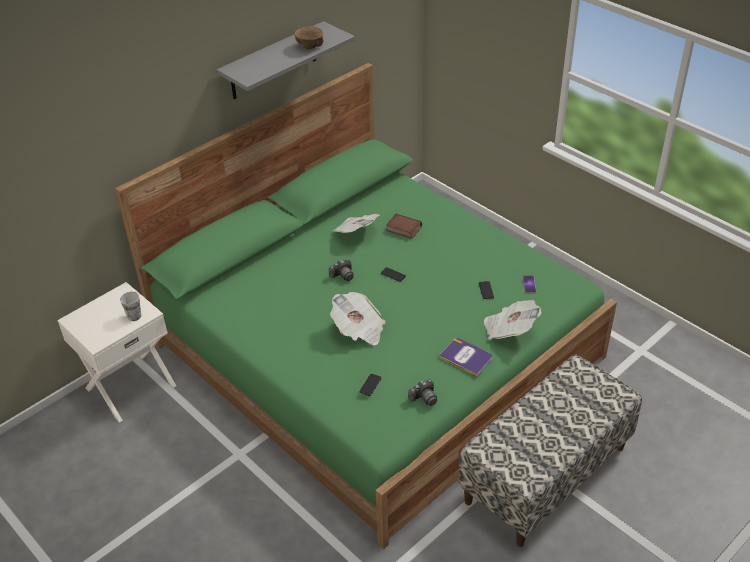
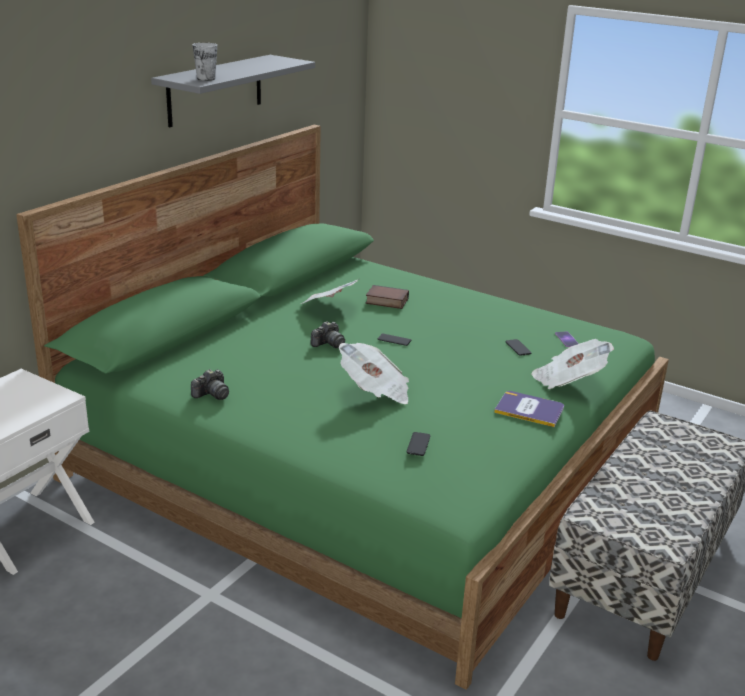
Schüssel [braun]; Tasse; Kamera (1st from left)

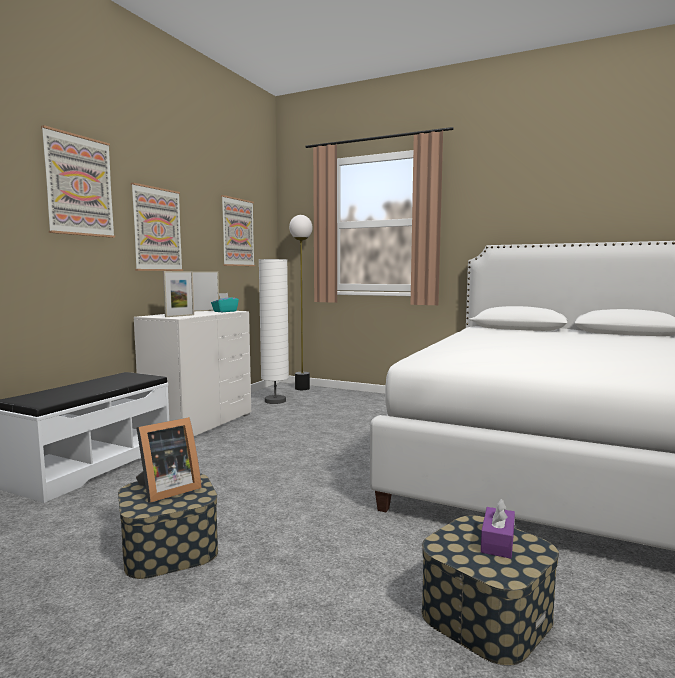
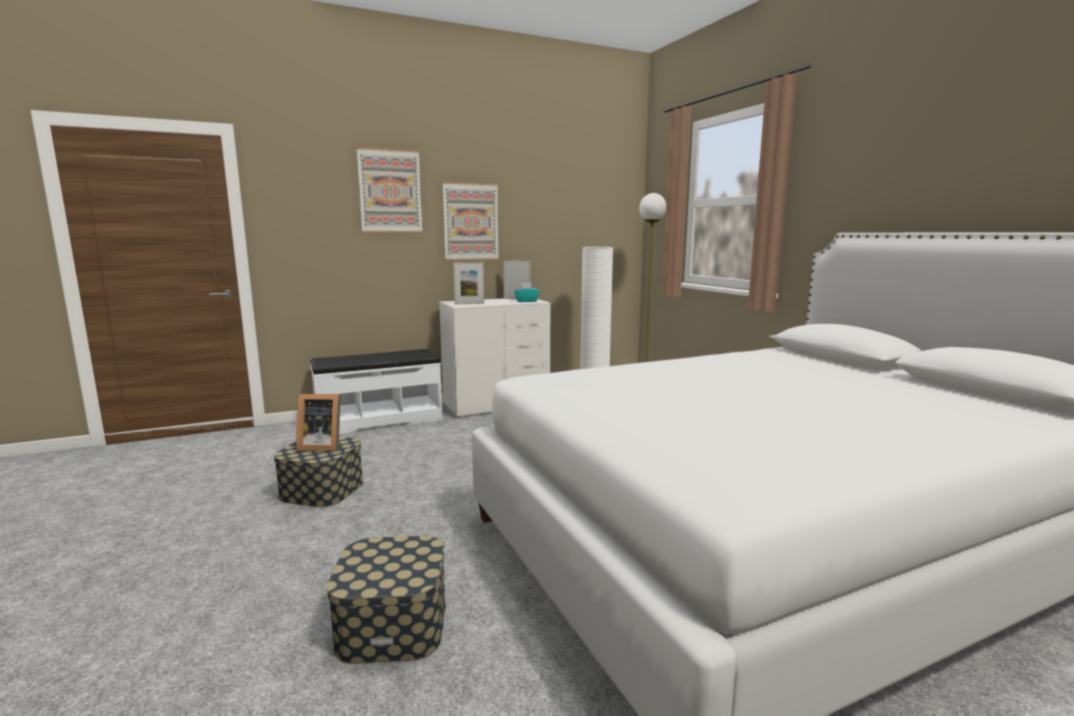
Bild (3rd from left in the first image); Taschentuchbox [lila]

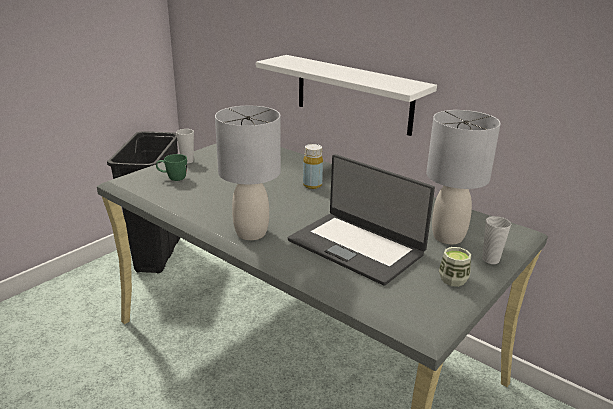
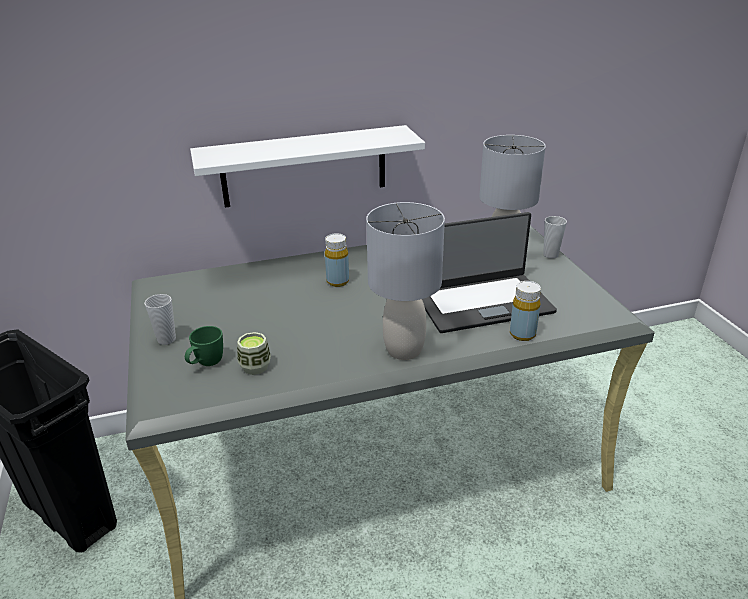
Tasse (2nd from left); Flasche [gelb] (2nd from left)

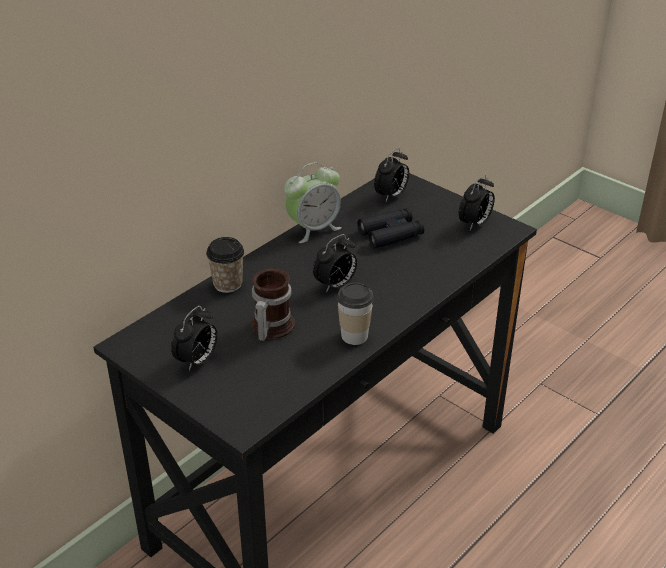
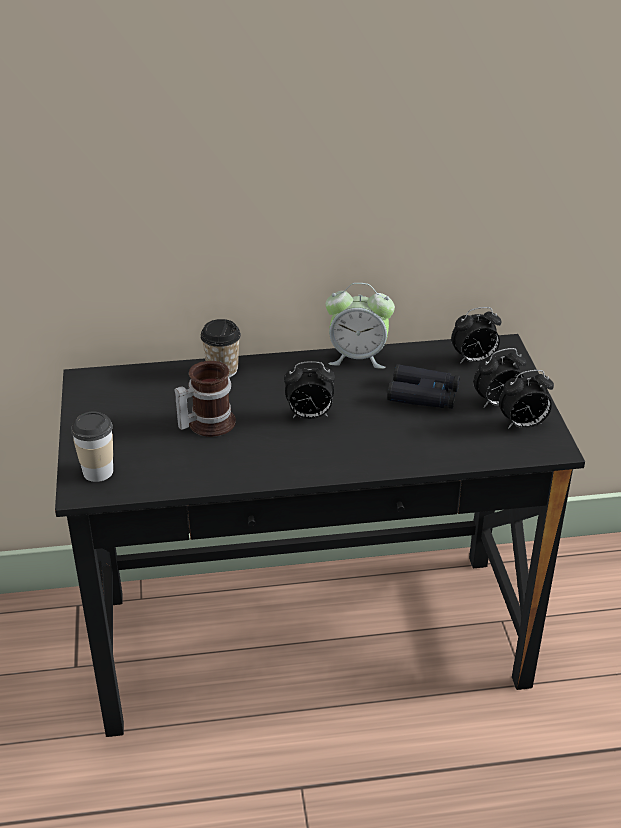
Tasse (1st from left); Wecker (4th from left)

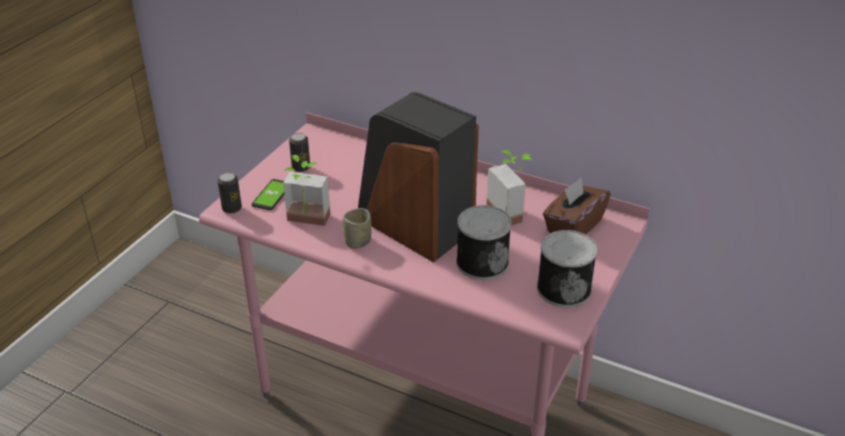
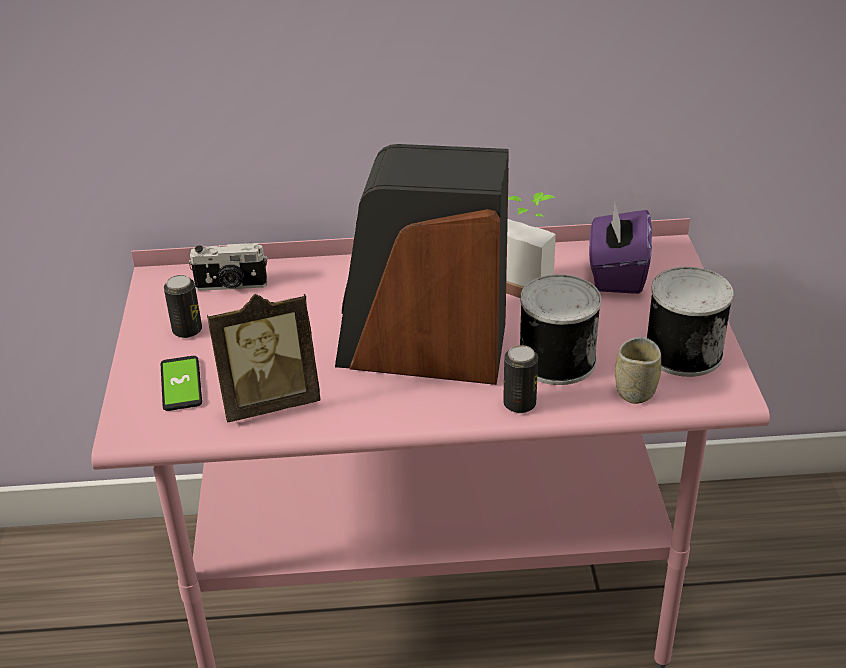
Bilderrahmen; Dose (2nd from left); Taschentuchbox [lila]; Tasse; Kamera

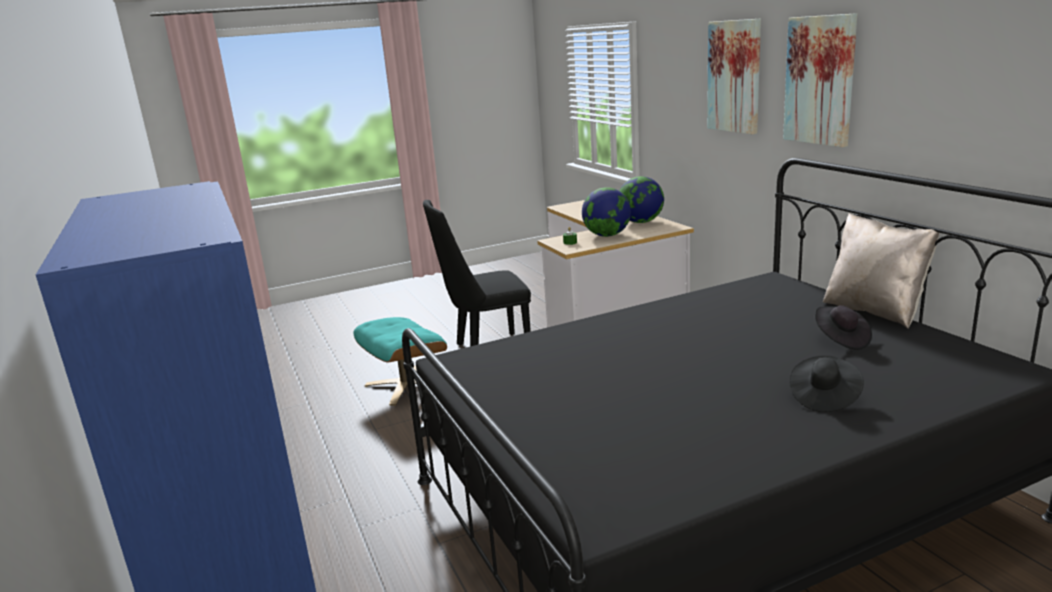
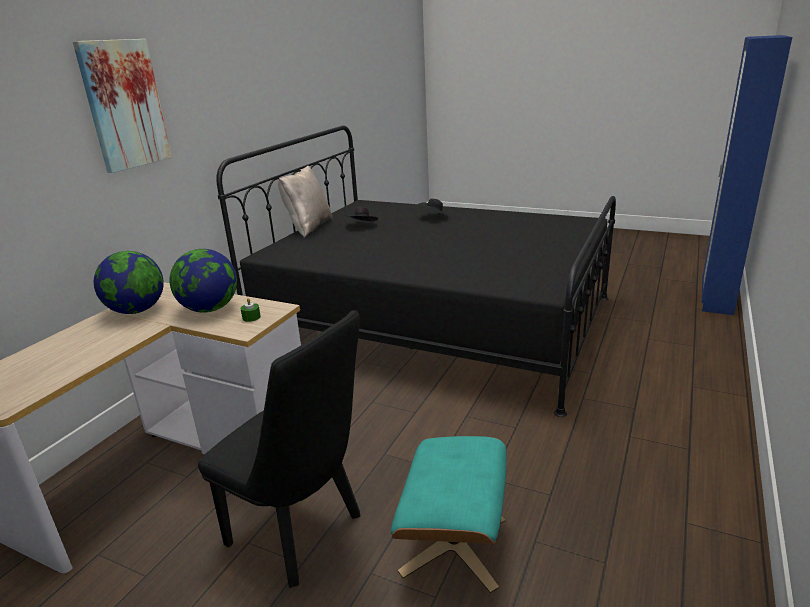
Bild (2nd from left in the first image)

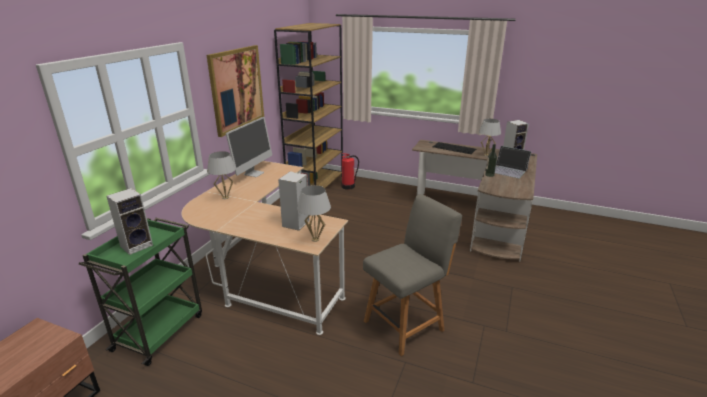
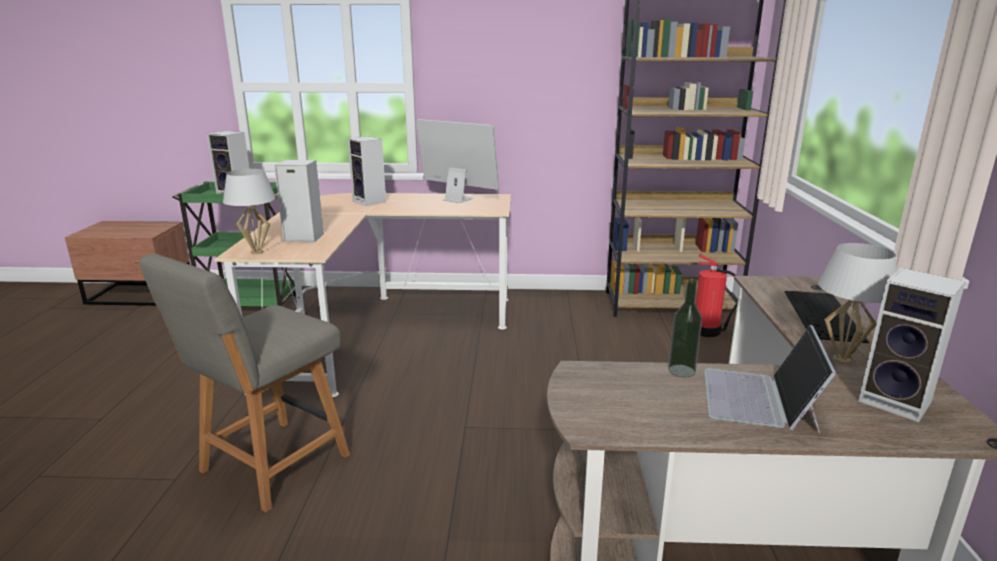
Bild; Monitor; Lautsprecher (3rd from left); Stuhl [grau]

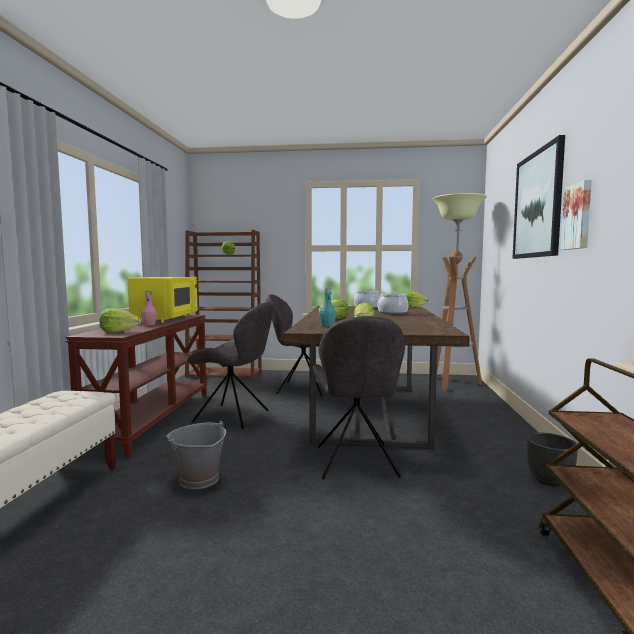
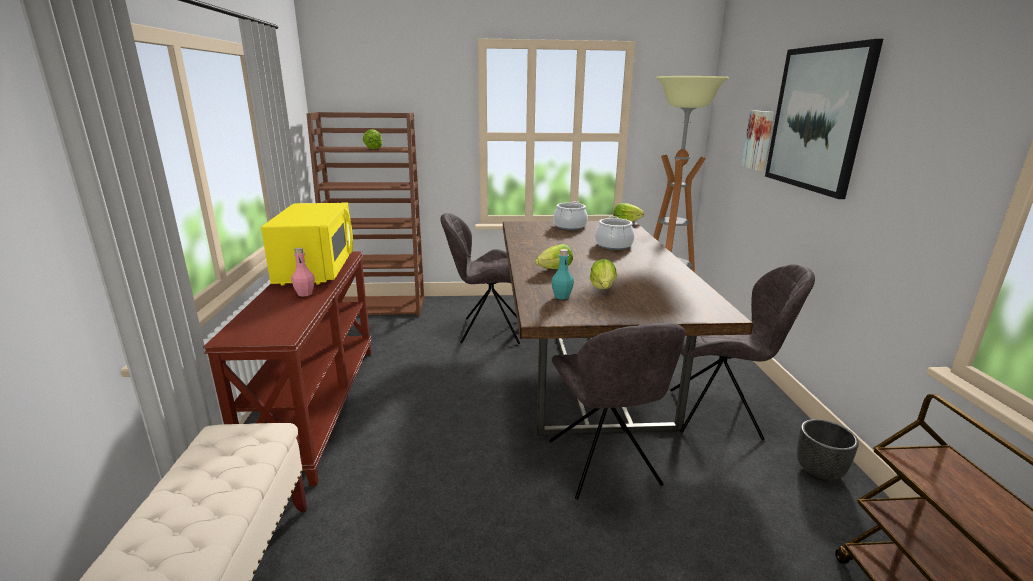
Bild (1st from left); Stuhl [grau] (3rd from left); Salatkopf (1st from left in the first image); Eimer [grau]

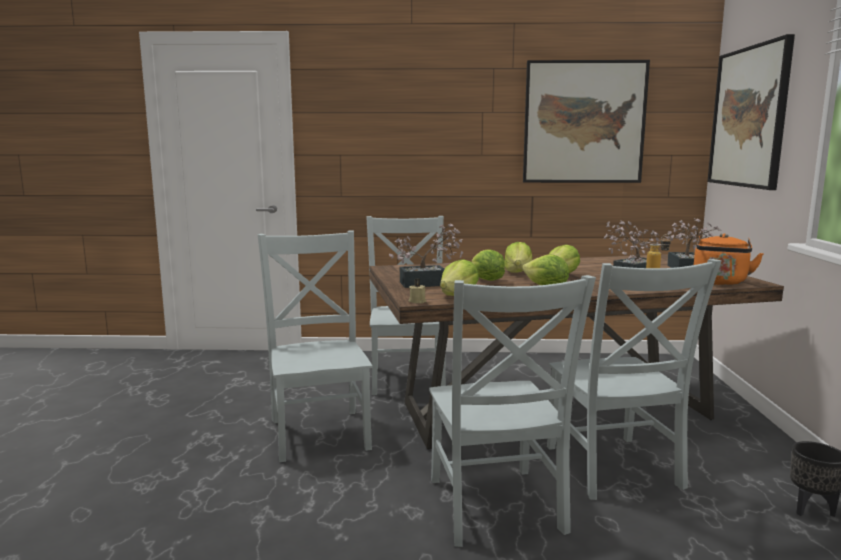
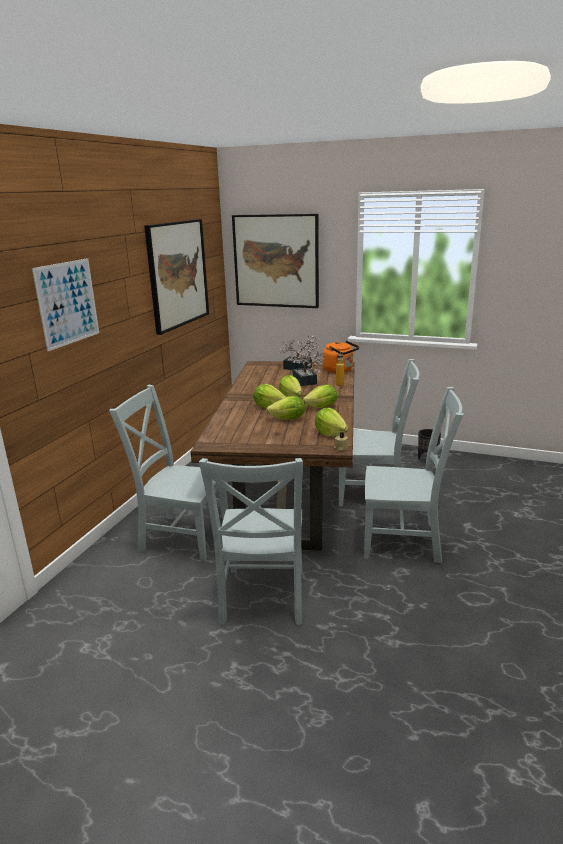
Topfpflanze (1st from left in the first image); Stuhl [grau] (2nd from left); Bild (1st from left)

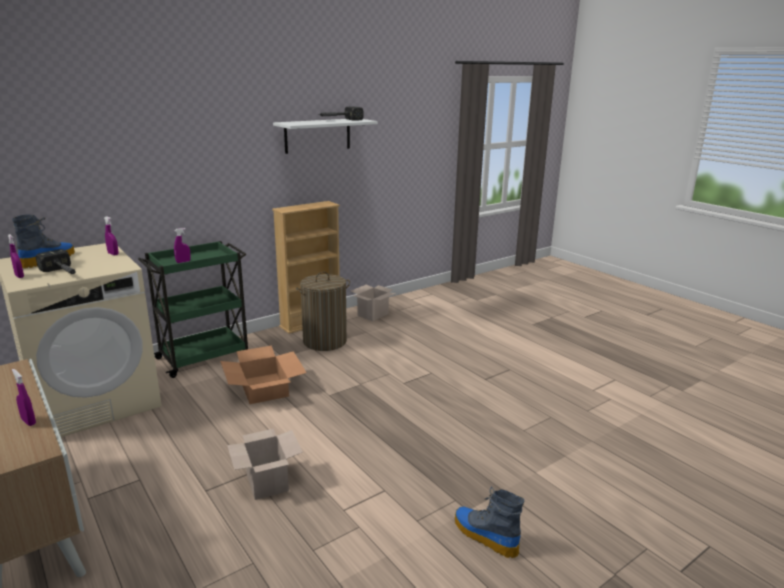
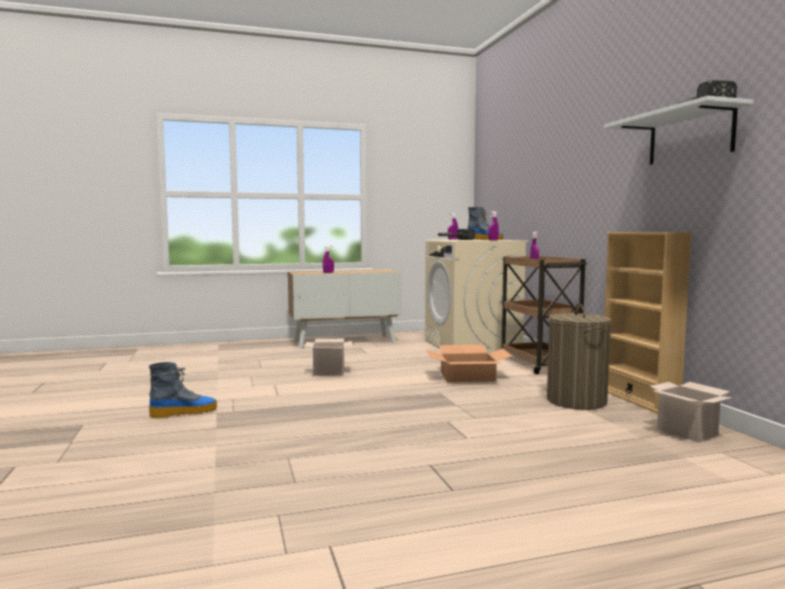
Rollwagen [braun]

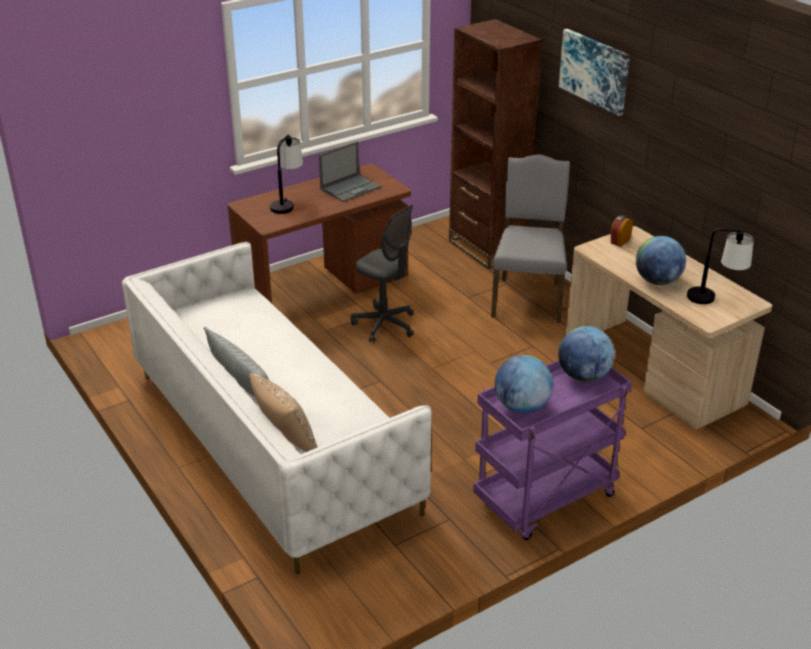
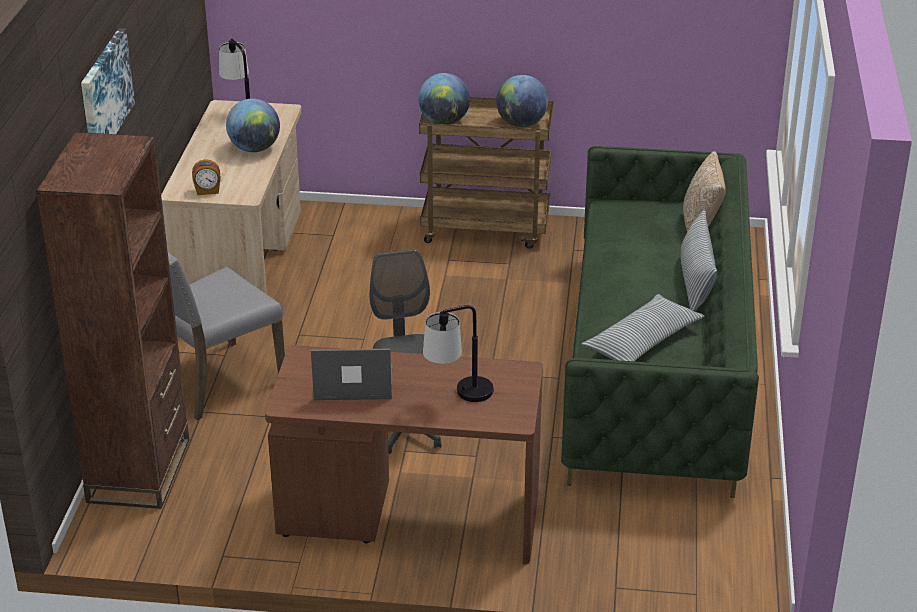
Sofa [grün]; Rollwagen [braun]; Kissen (1st from left)

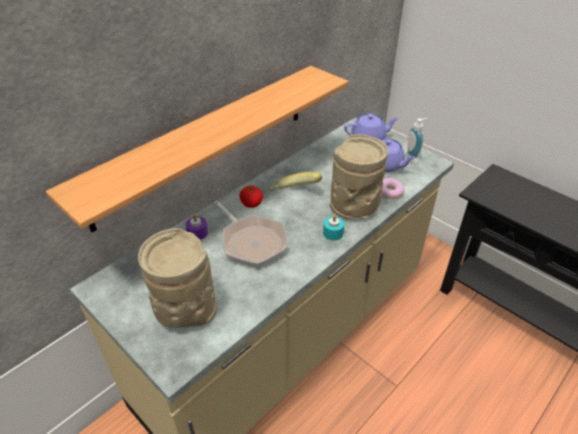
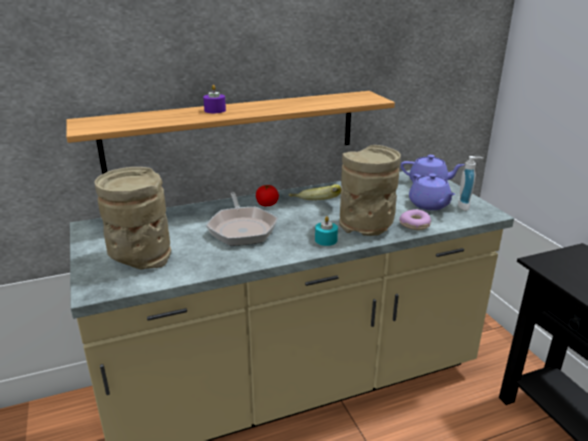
Kerze [lila]

